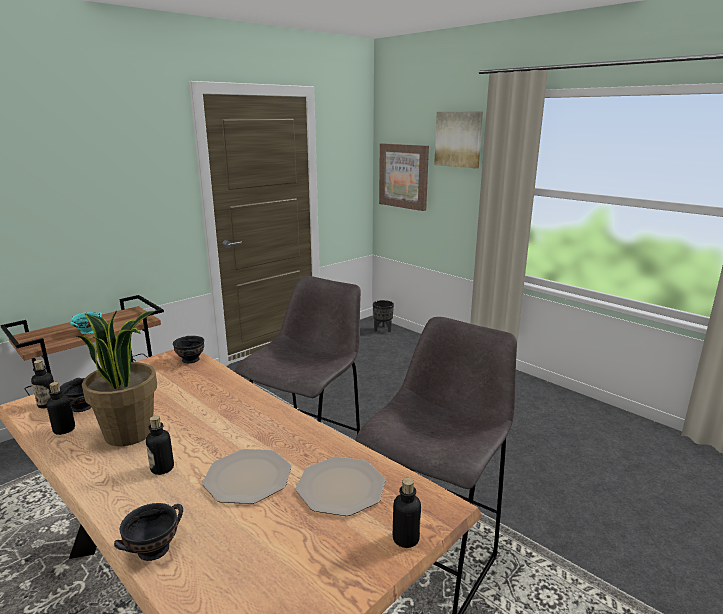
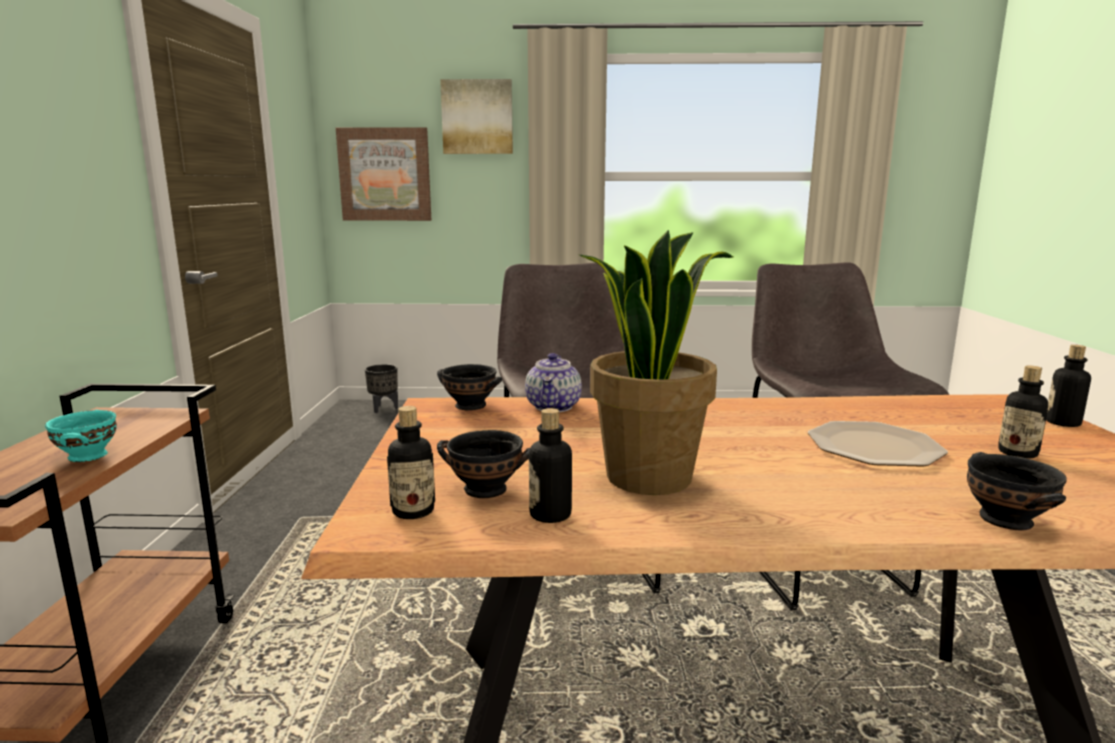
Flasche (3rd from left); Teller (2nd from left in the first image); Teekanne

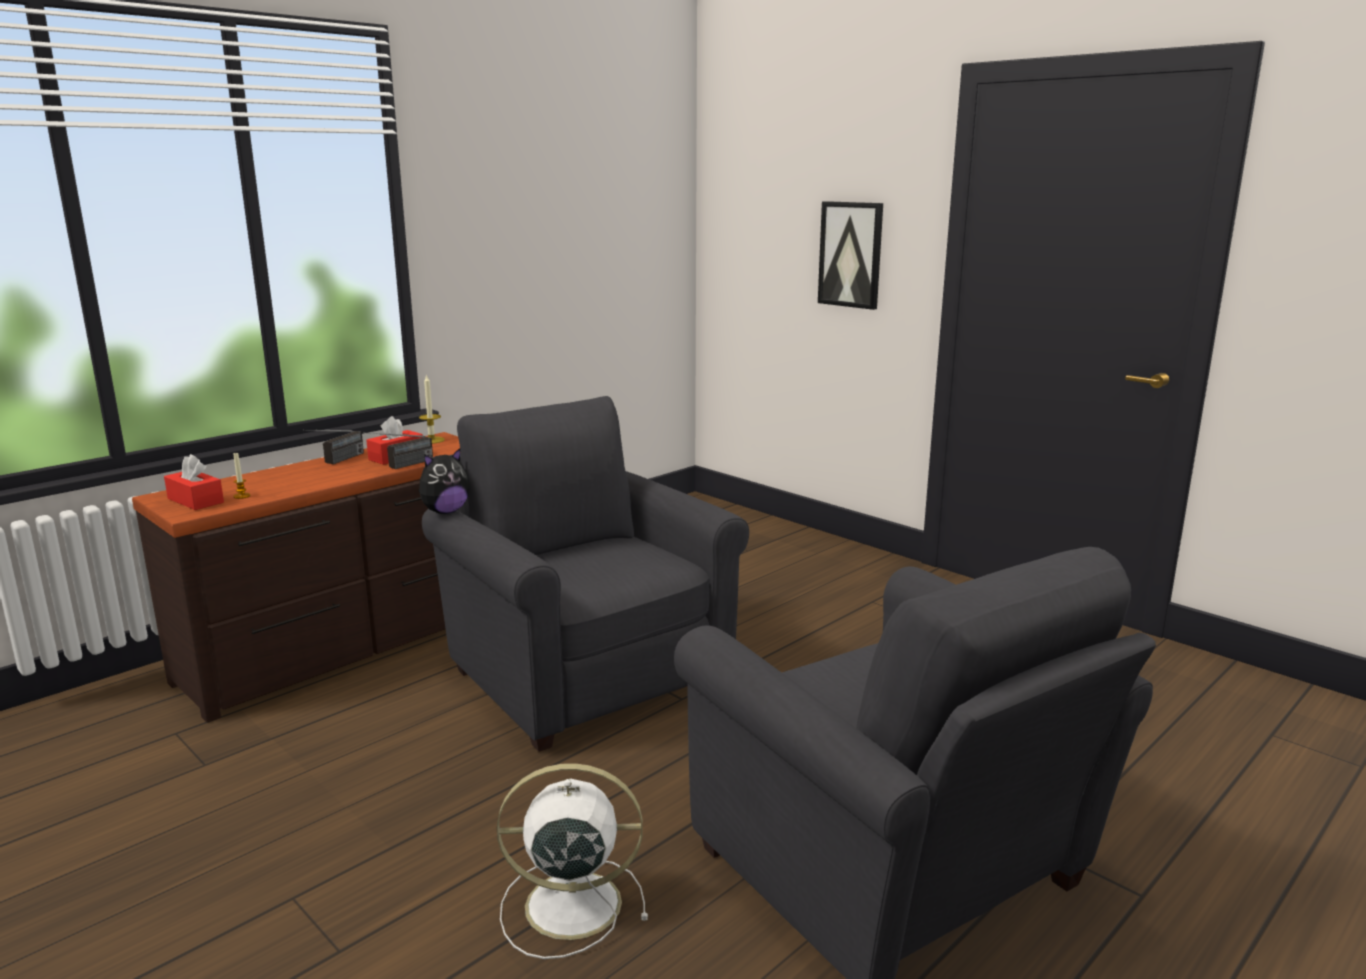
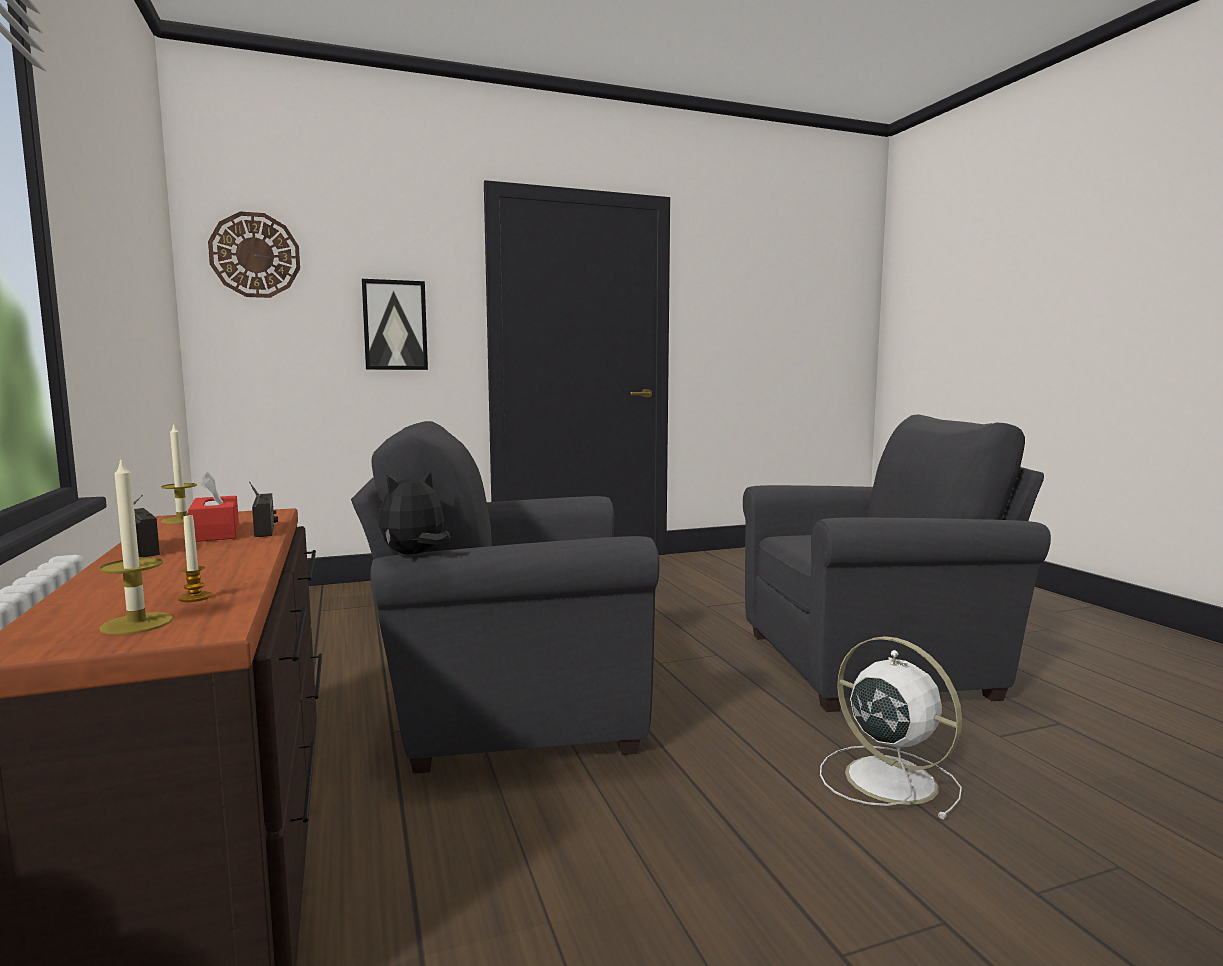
Plüschtier; Kerze (1st from left); Ventilator [weiß]; Wanduhr

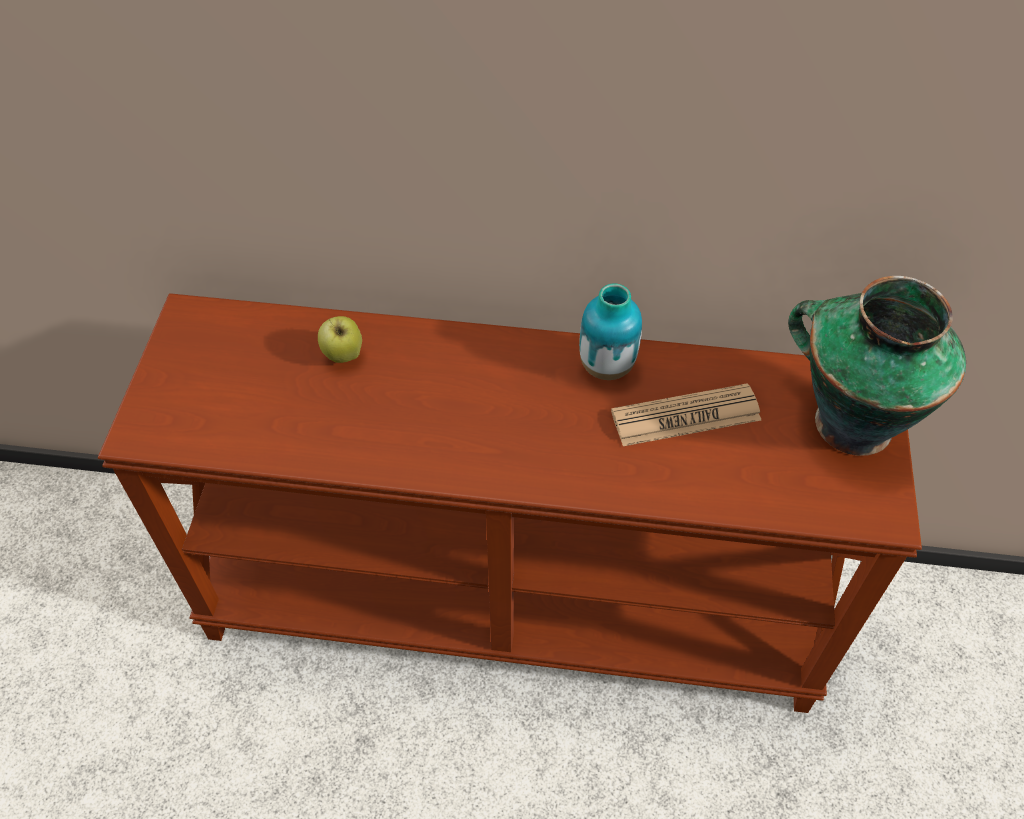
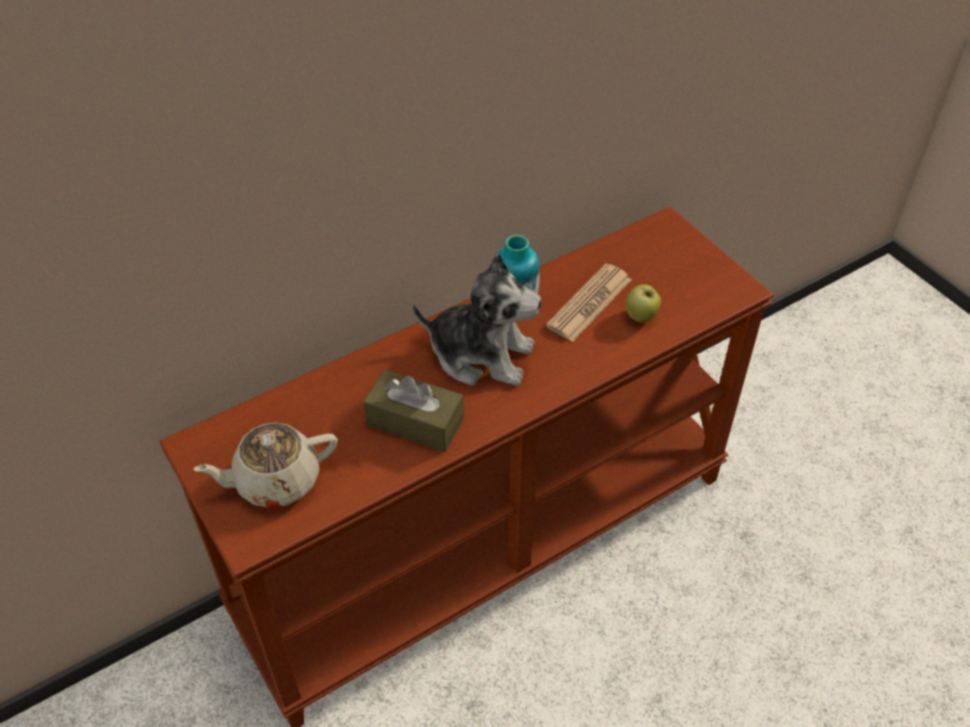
Vase (2nd from left in the first image); Apfel; Plüschtier; Taschentuchbox [braun]; Teekanne [beige]

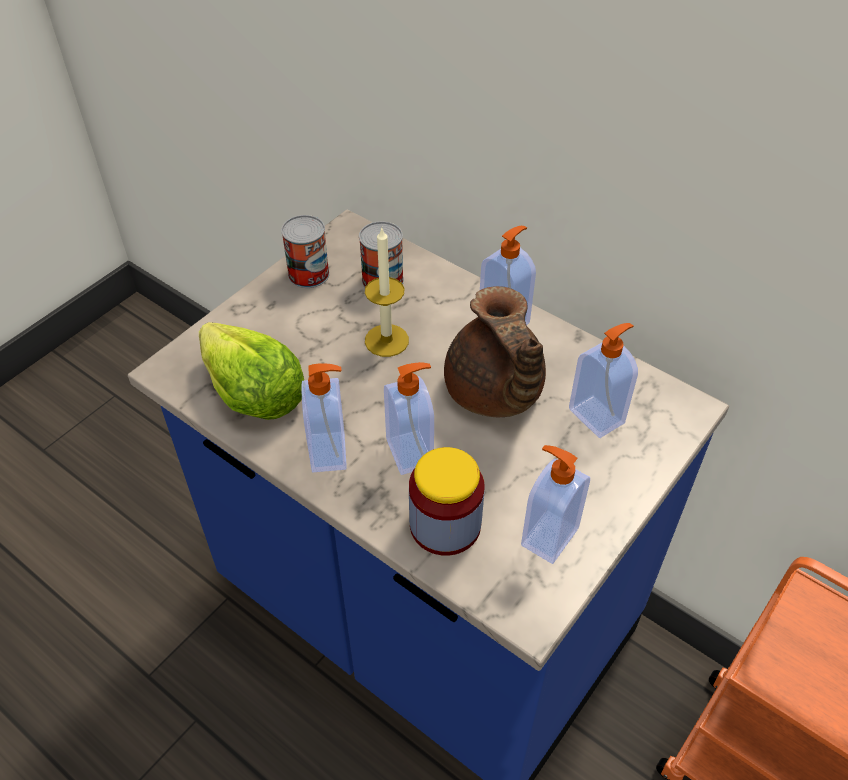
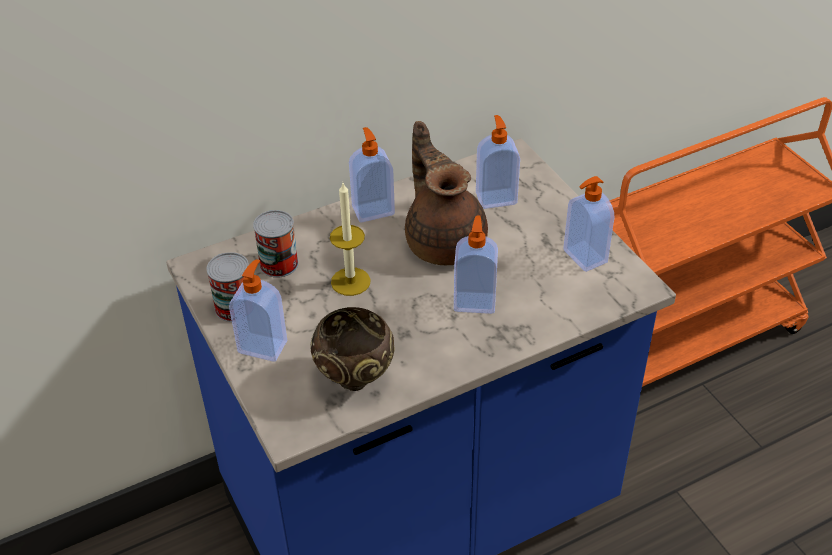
Teekanne [braun]; Schüssel [braun]; Seifenspender (1st from left); Vorratsglas

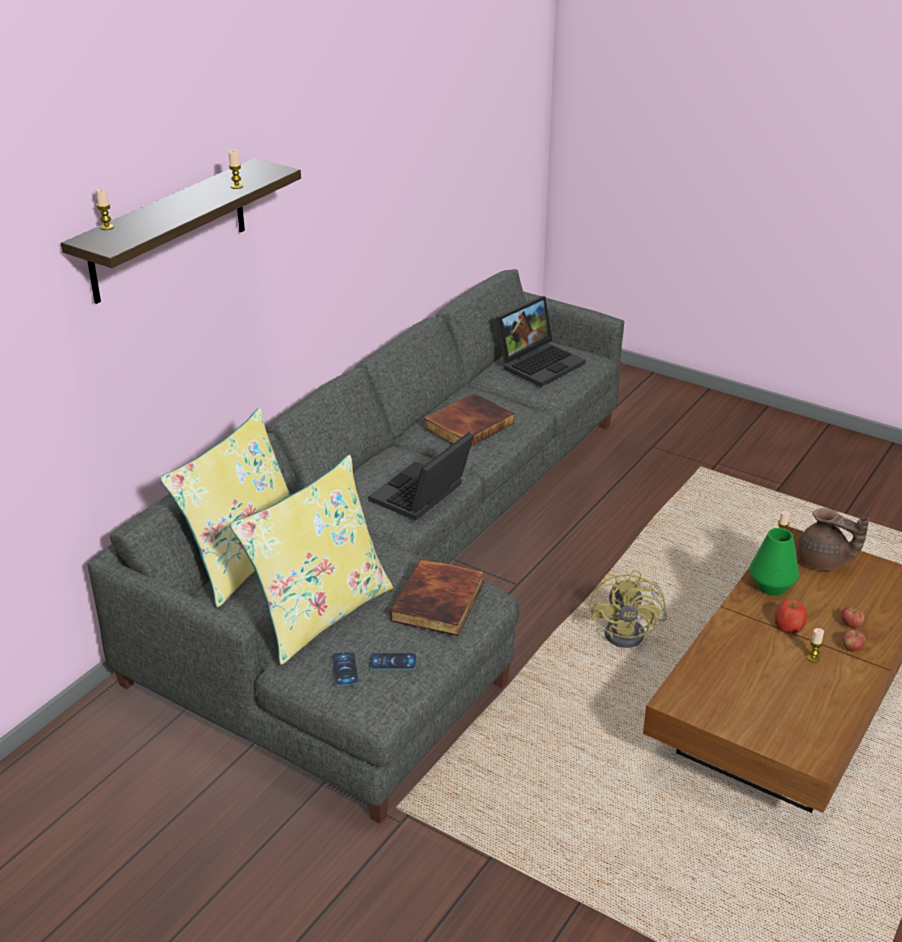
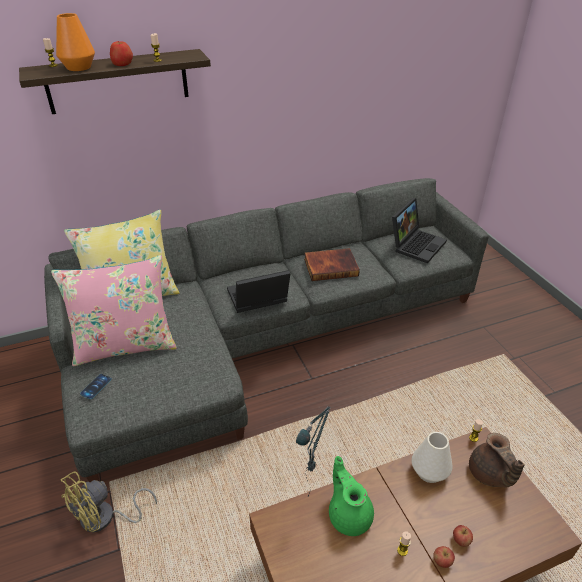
Laptop (2nd from left); Kissen [rosa]; Vase [weiß]; Buch (1st from left in the first image); Ventilator [gelb]; Apfel (1st from left); Handy (2nd from left in the first image); Vase [orange]; Tischlampe; Teekanne [grün]

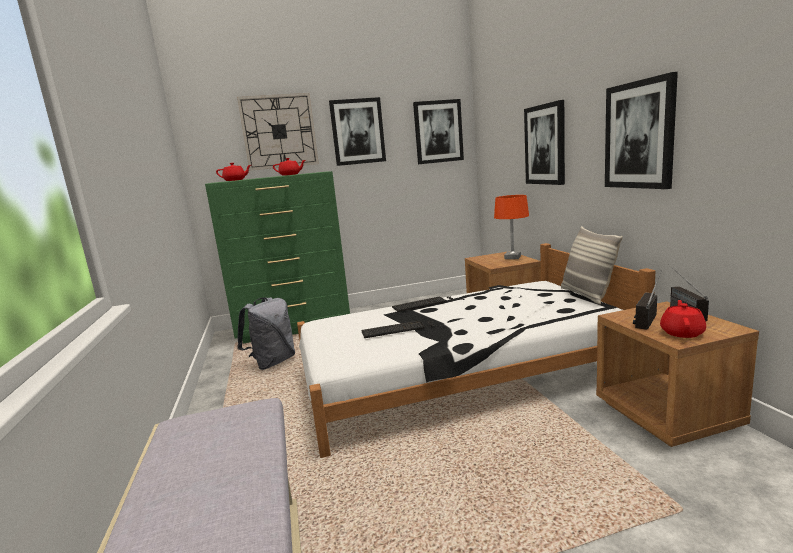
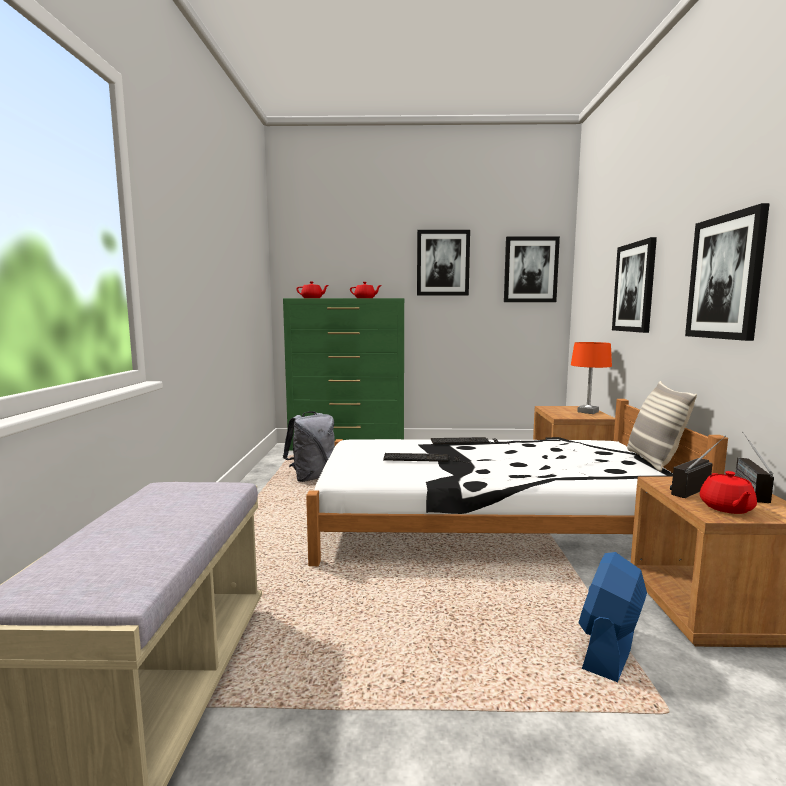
Wanduhr; Teekanne [rot] (3rd from left); Ventilator [blau]

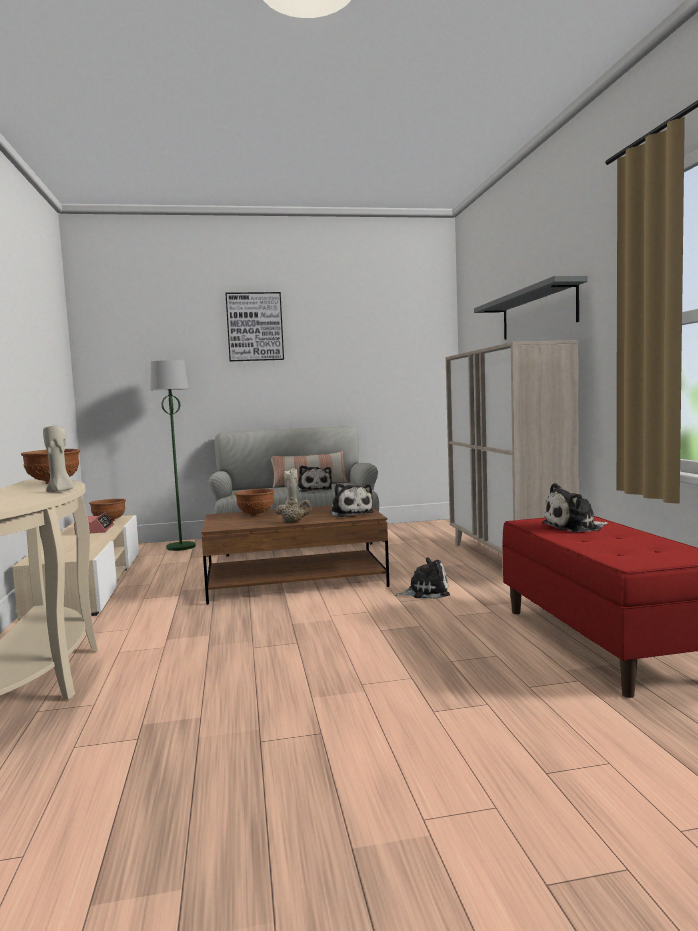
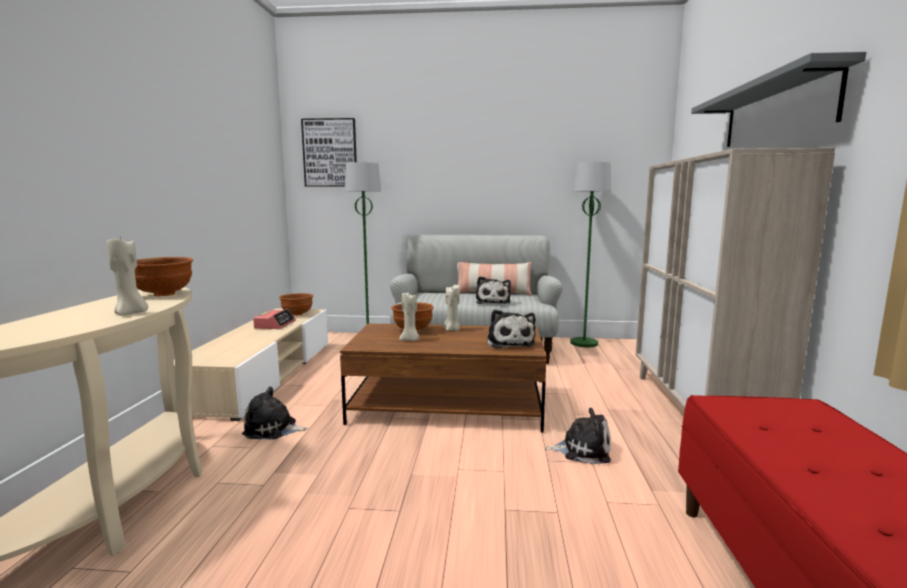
Bild; Plüschtier (1st from left); Teekanne [beige]; Stehlampe [grün] (2nd from left); Kerze [beige] (2nd from left)

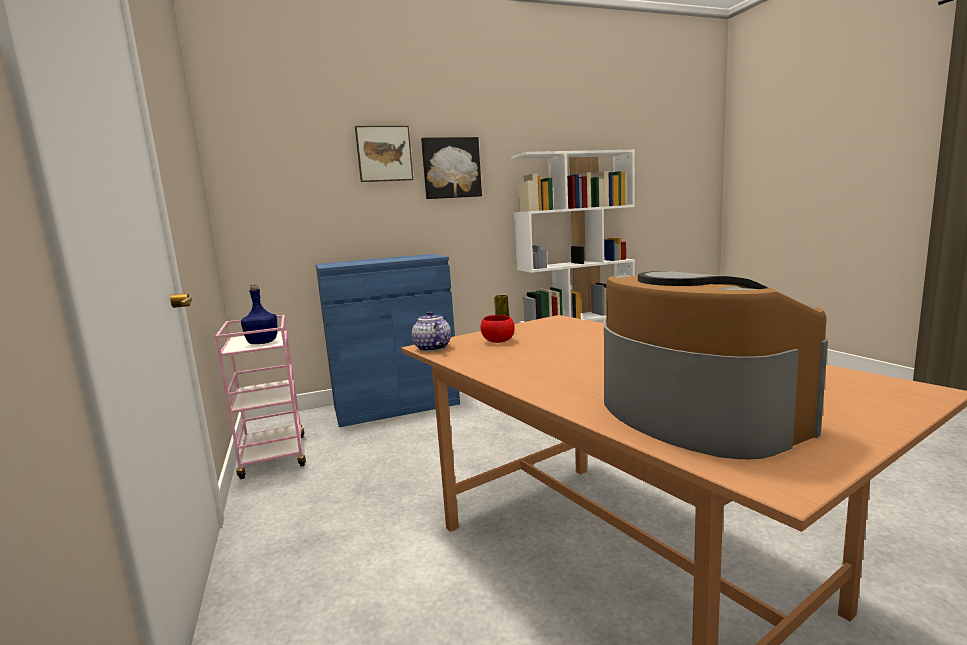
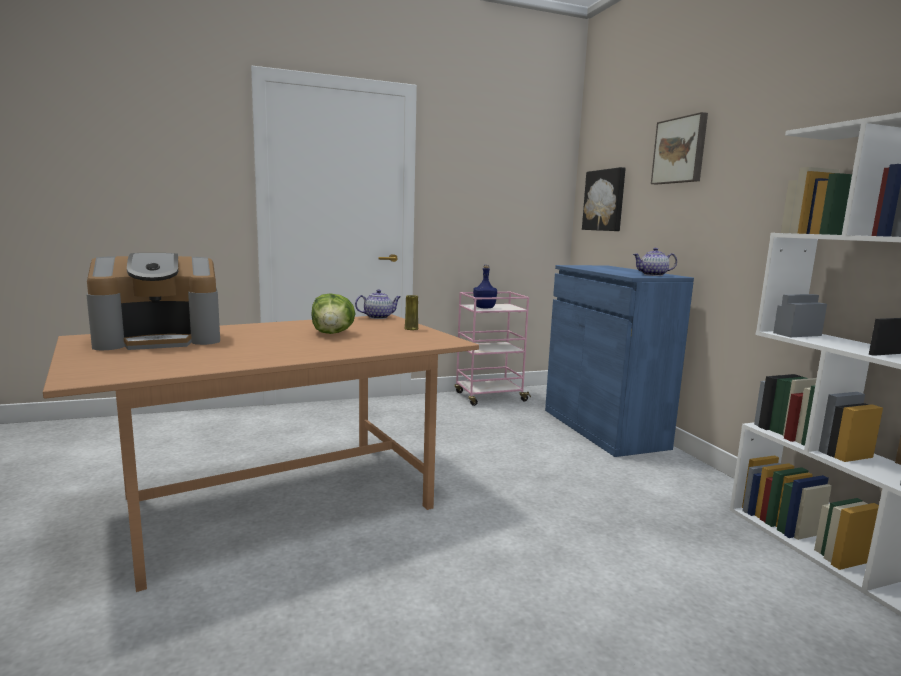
Bild (1st from left); Schüssel [rot]; Teekanne (2nd from left); Salatkopf

